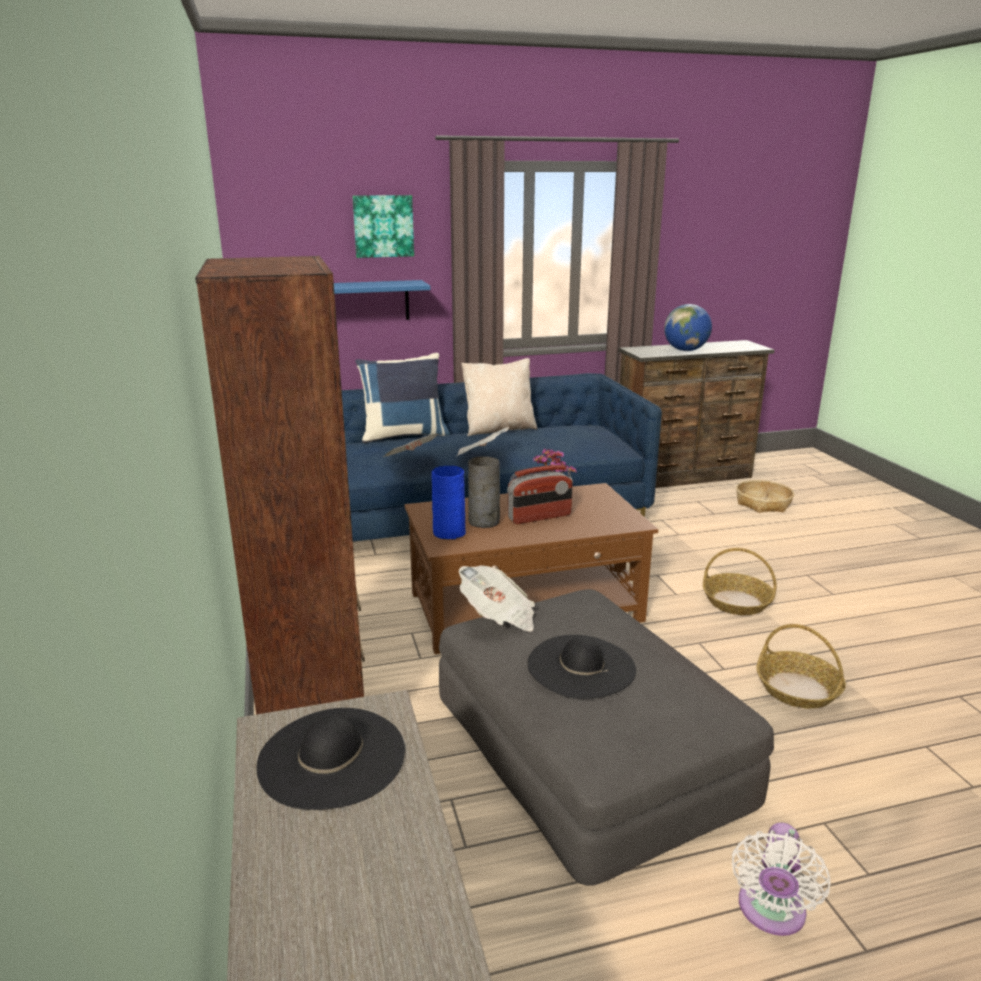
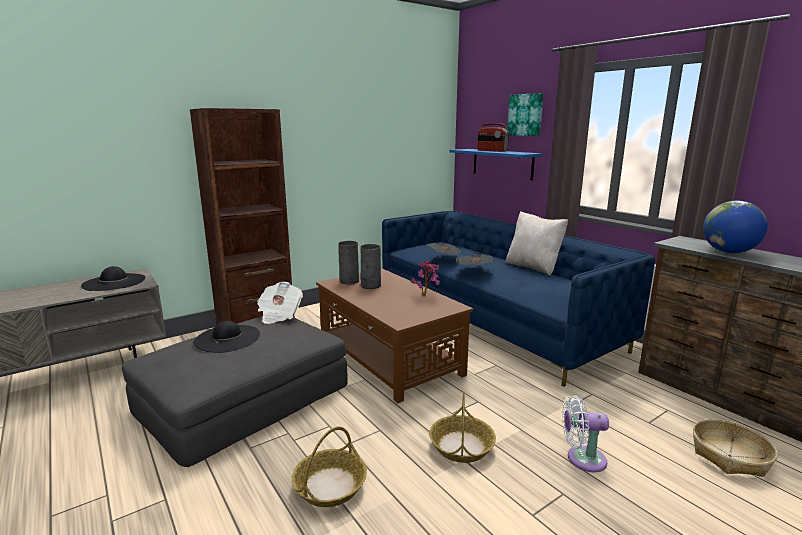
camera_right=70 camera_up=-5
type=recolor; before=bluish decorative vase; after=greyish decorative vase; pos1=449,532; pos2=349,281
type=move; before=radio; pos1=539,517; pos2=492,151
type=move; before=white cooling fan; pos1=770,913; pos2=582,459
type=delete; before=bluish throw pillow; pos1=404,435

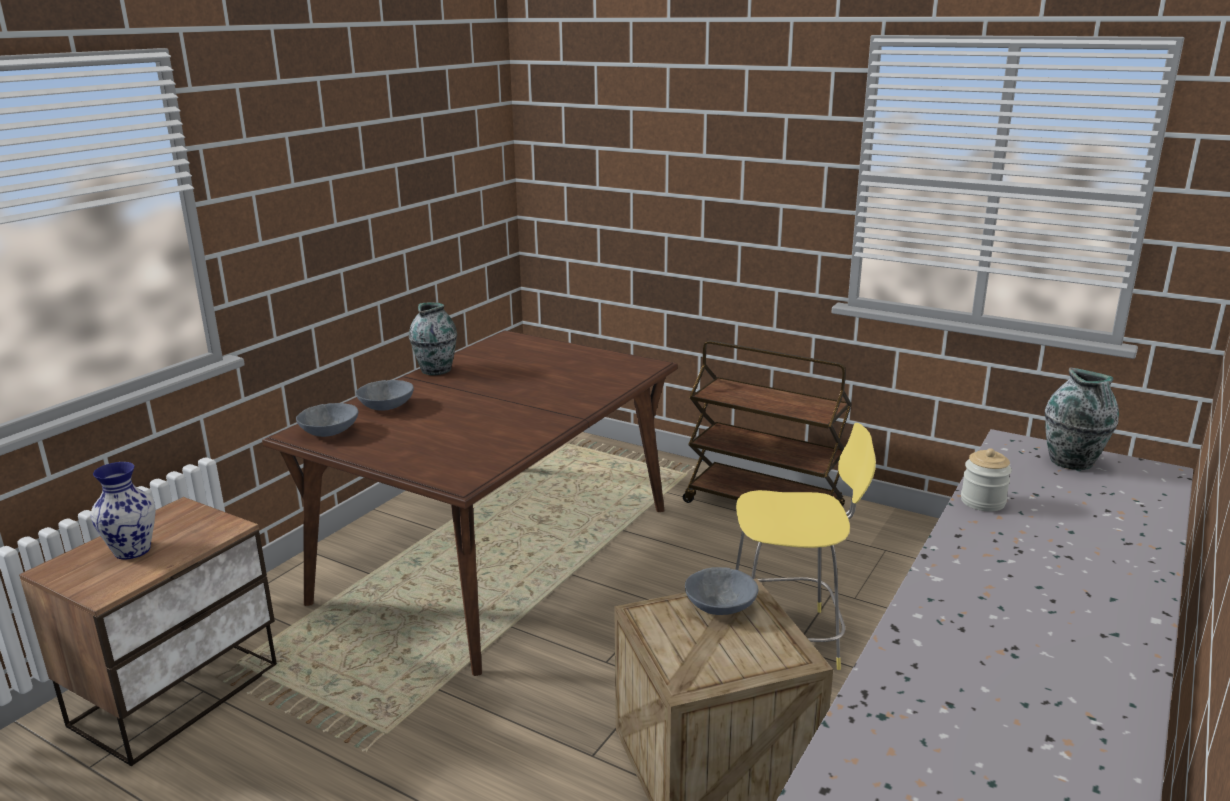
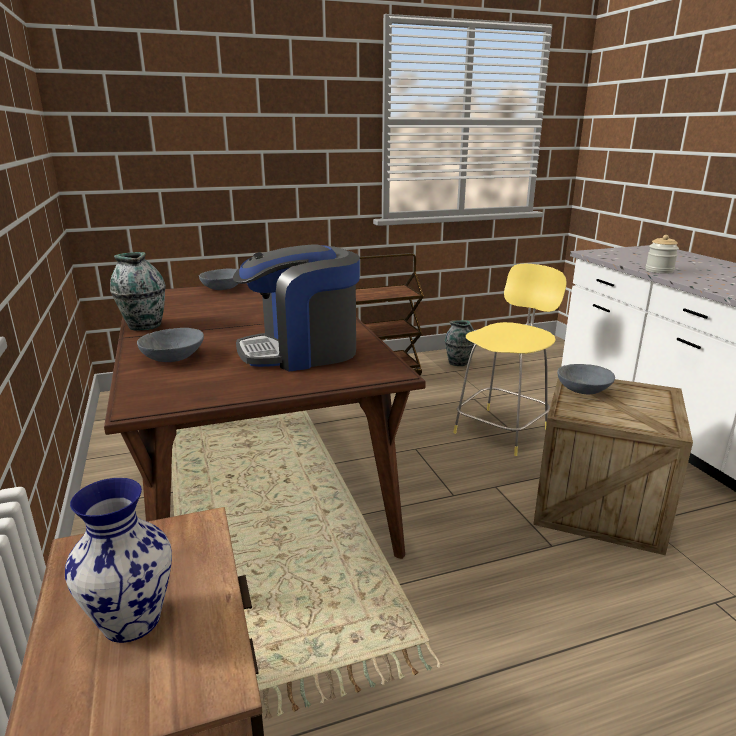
camera_right=-50 camera_up=0
type=move; before=greyish serving bowl; pos1=329,432; pos2=223,288
type=insert; after=coffee brewer; pos2=301,352
type=move; before=decorative vase; pos1=1072,462; pos2=459,363

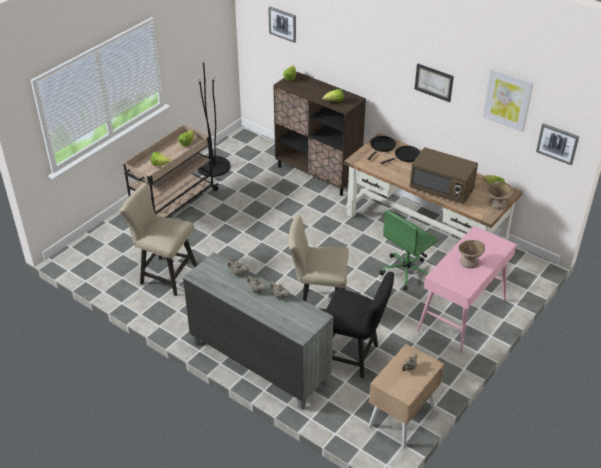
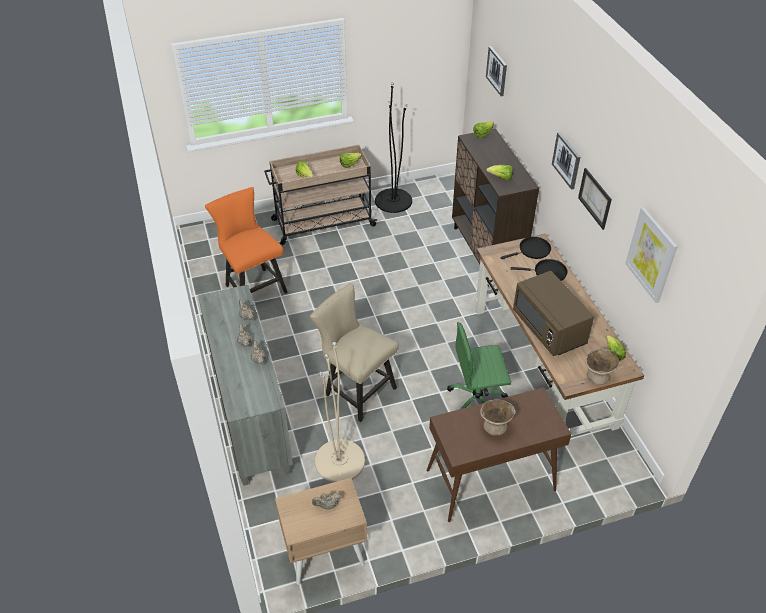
camera_right=35 camera_up=5
type=recolor; before=beige-coloured chair; after=orange chair; pos1=164,274; pos2=253,287
type=replace; before=blackish chair; after=beige-coloured standing lamp; pos1=353,356; pos2=339,461
type=recolor; before=pink-coloured hall table; after=brown-coloured hall table; pos1=461,316; pos2=490,481
type=move; before=wall art; pos1=557,143; pos2=567,160

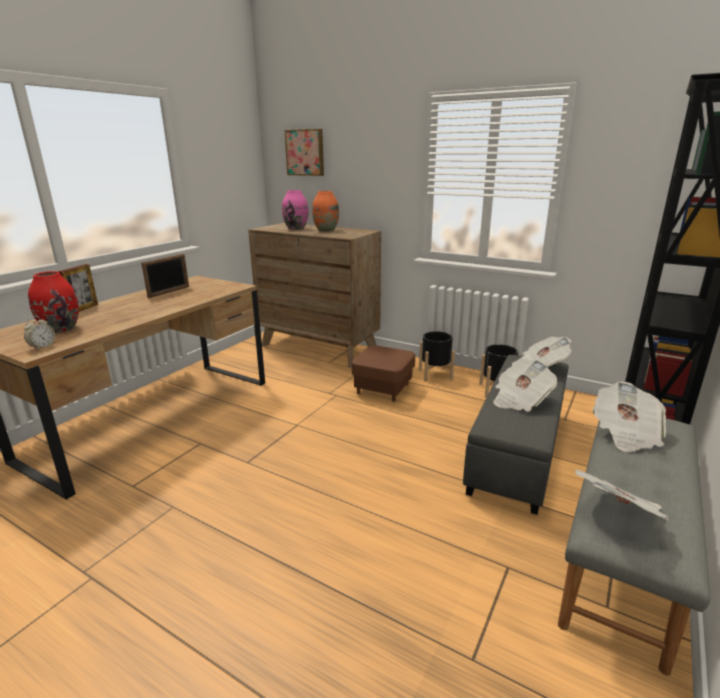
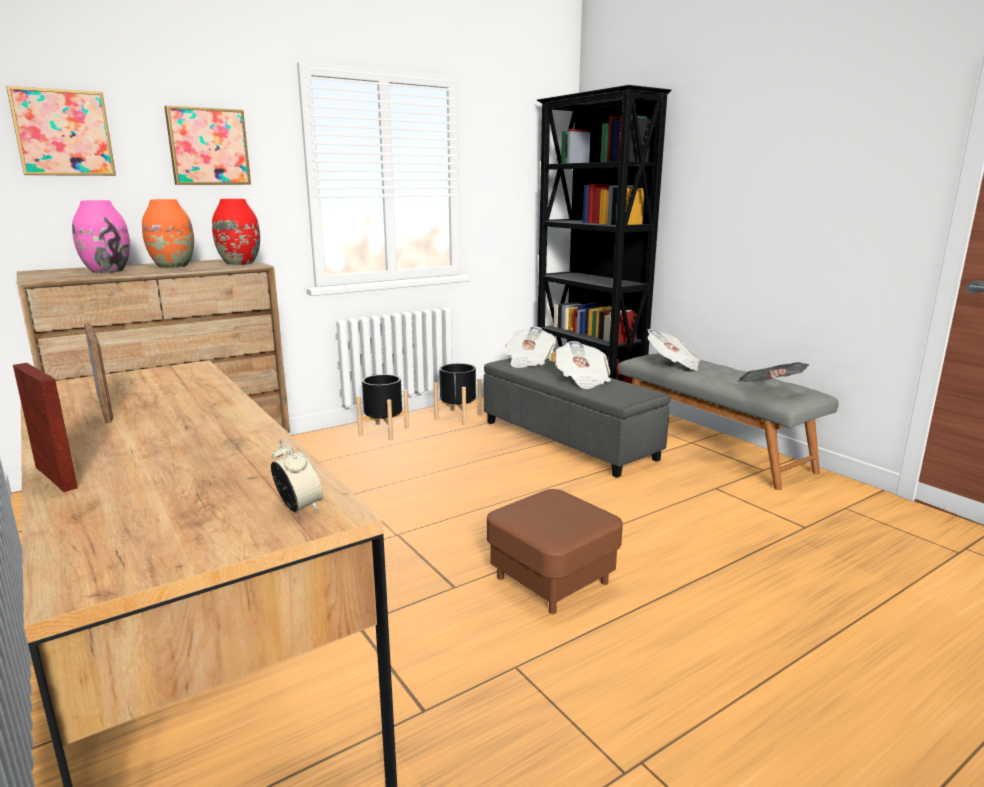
camera_right=-65 camera_up=-5
type=insert; after=wall art; pos2=208,147
type=move; before=red decorative vase; pos1=61,329; pos2=239,263
type=move; before=brown-coloured ottoman; pos1=383,388; pos2=552,579

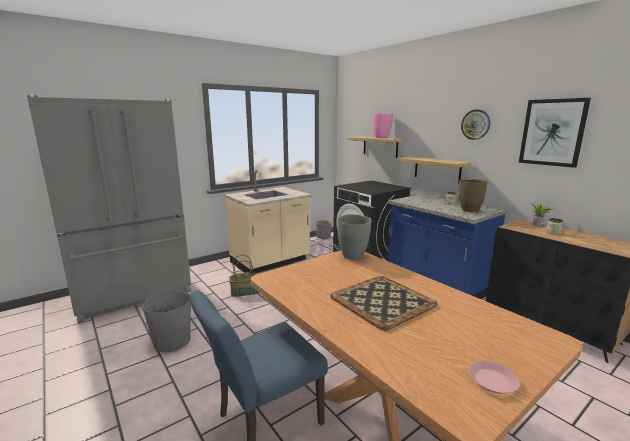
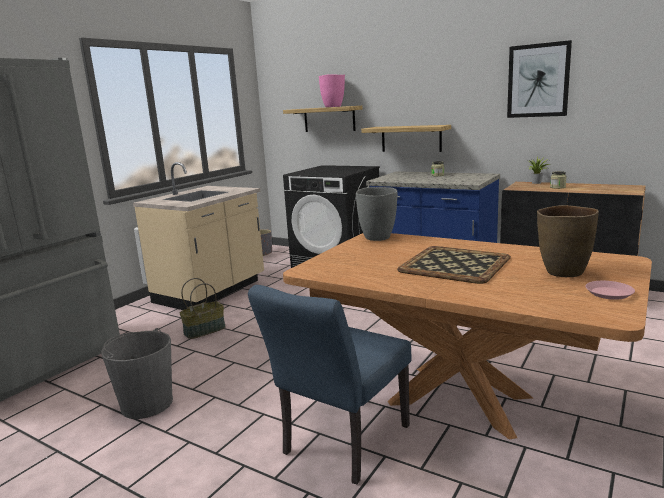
camera_right=-20 camera_up=0
type=move; before=brown-coloured decorative vase; pos1=469,210; pos2=563,272
type=delete; before=wall clock; pos1=475,124

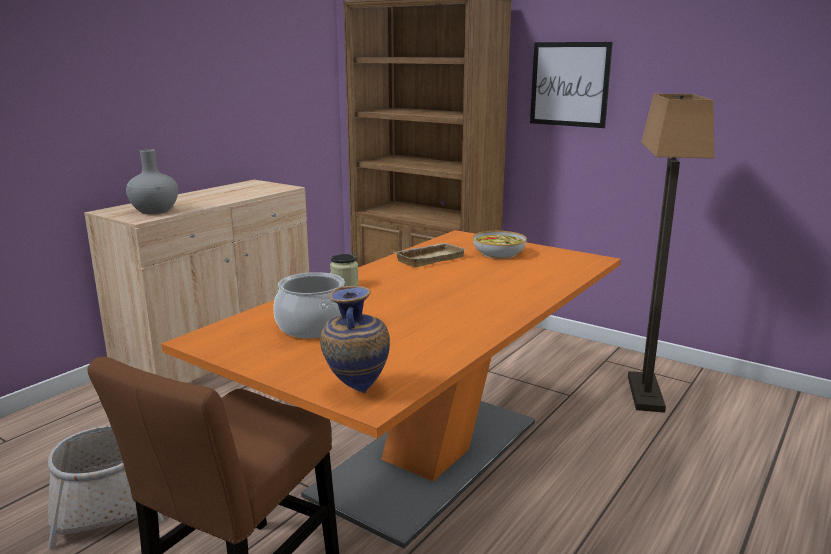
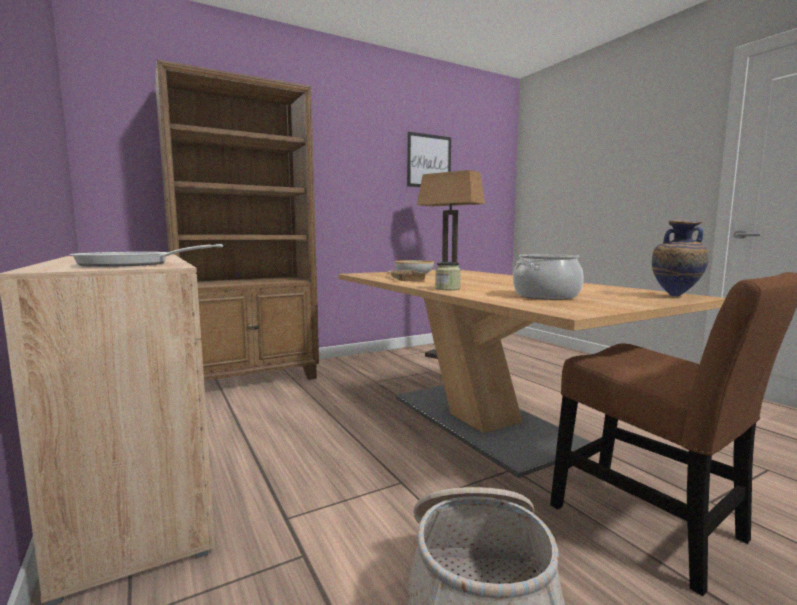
camera_right=-65 camera_up=-10
type=replace; before=greyish decorative vase; after=frying pan; pos1=154,211; pos2=131,264
type=recolor; before=orange kitchen table; after=beige-coloured kitchen table; pos1=428,458; pos2=482,421
type=move; before=wall art; pos1=569,84; pos2=429,161

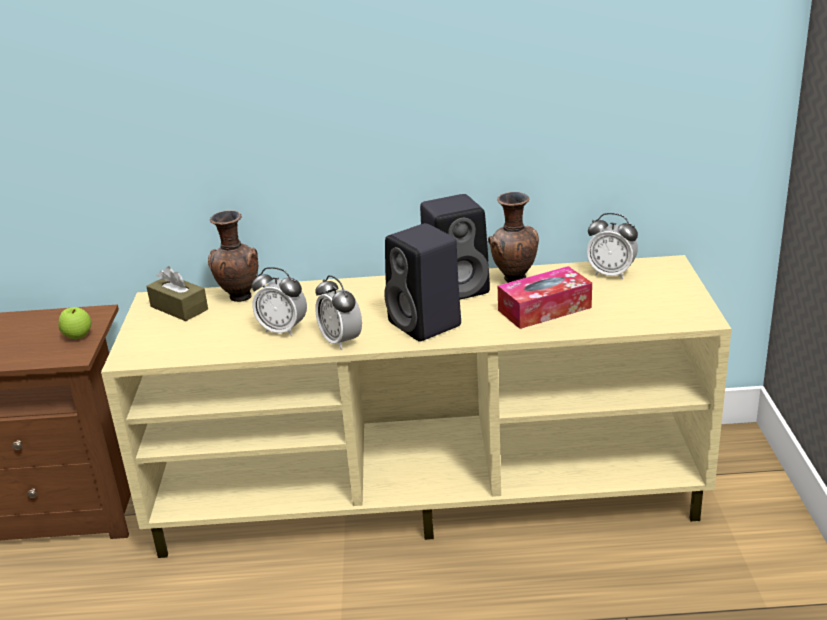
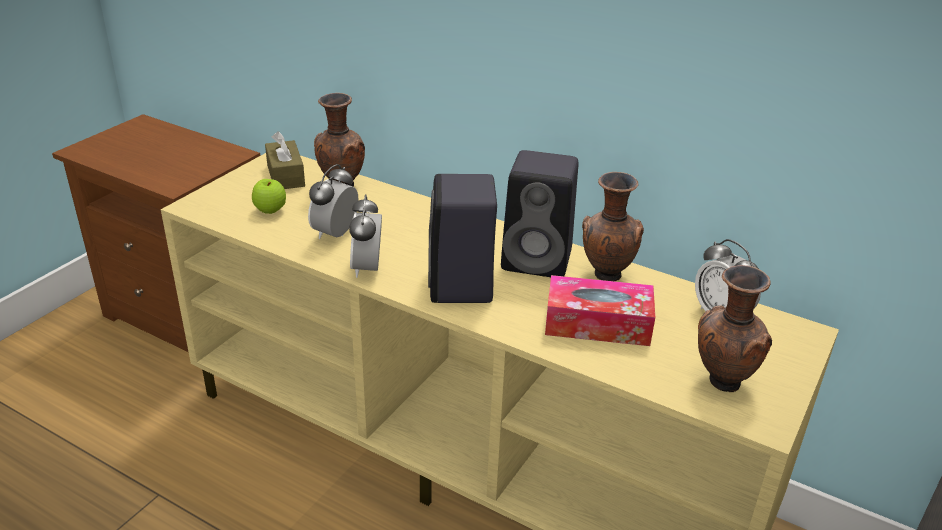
camera_right=30 camera_up=5
type=move; before=apple fruit; pos1=78,336; pos2=270,210
type=rotate; before=bedside clock; pos1=283,330; pos2=335,234; turn=60
type=insert; after=brown-coloured decorative vase; pos2=721,382

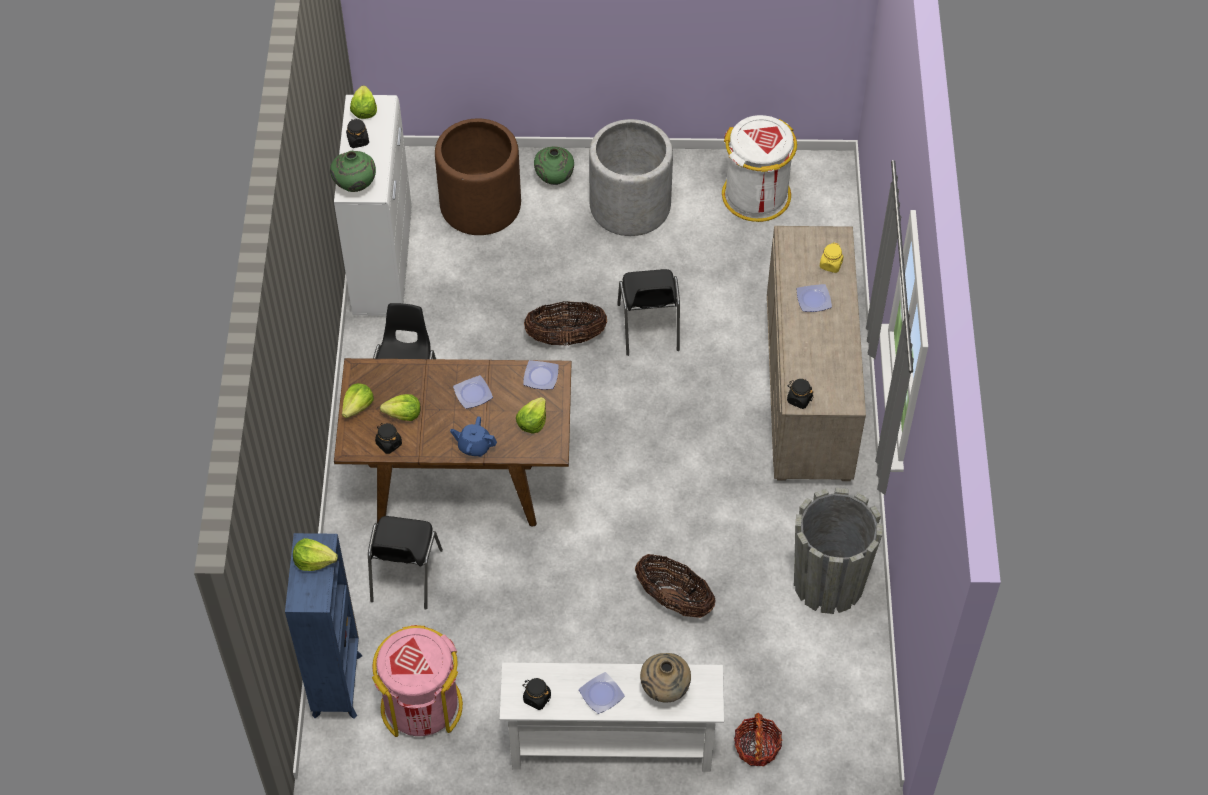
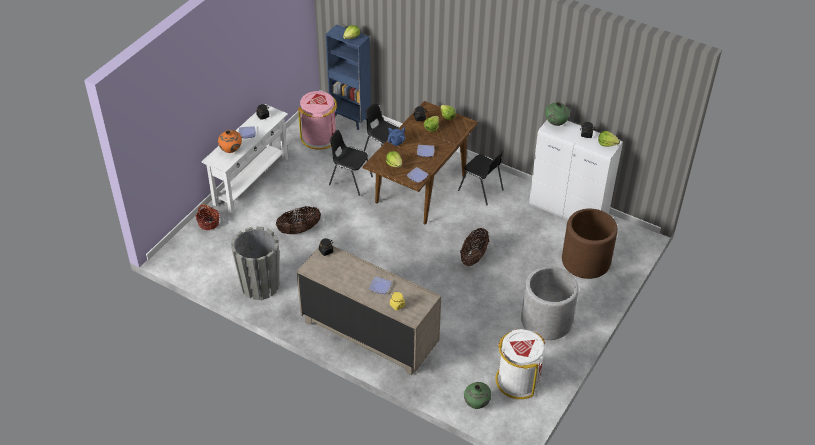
camera_right=120 camera_up=-10
type=recolor; before=beige-coloured decorative vase; after=orange decorative vase; pos1=665,689; pos2=231,151
type=move; before=blackish chair; pos1=648,328; pos2=350,181
type=move; before=green-coloured decorative vase; pos1=554,179; pos2=476,404

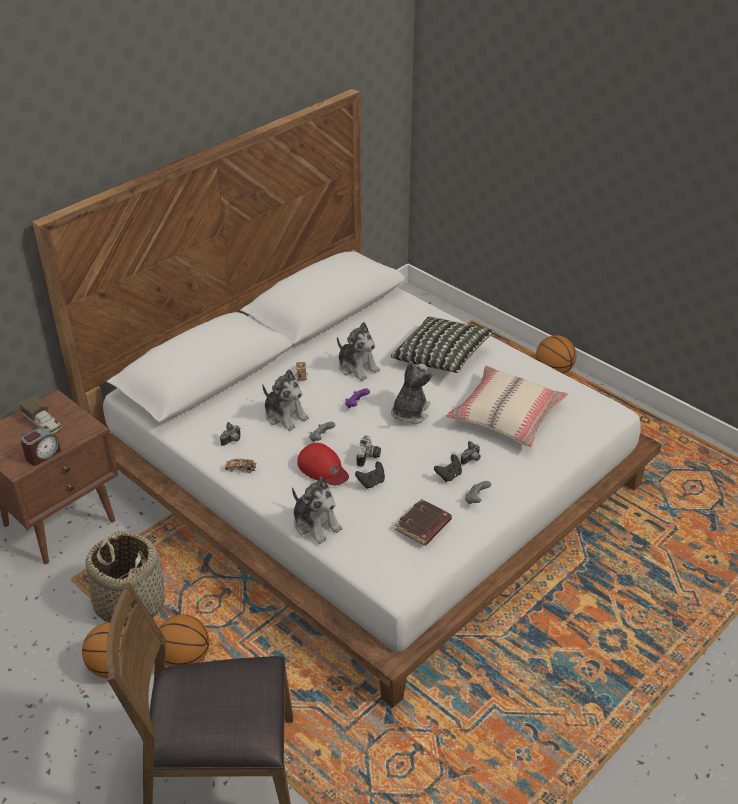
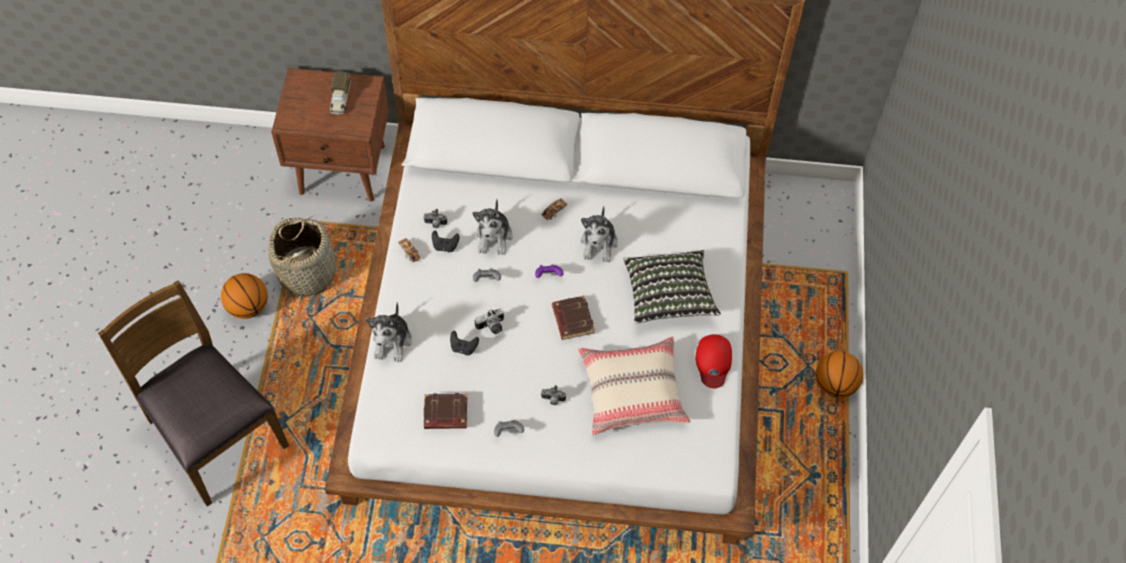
camera_right=50 camera_up=20
type=move; before=blackish game controller; pos1=449,475; pos2=445,246
type=replace; before=plush toy; after=brown-coloured volume; pos1=410,413; pos2=572,319
type=move; before=red cap; pos1=323,468; pos2=713,362
type=delete; before=bedside clock; pos1=43,455
type=delete; before=basketball ball; pos1=184,658

